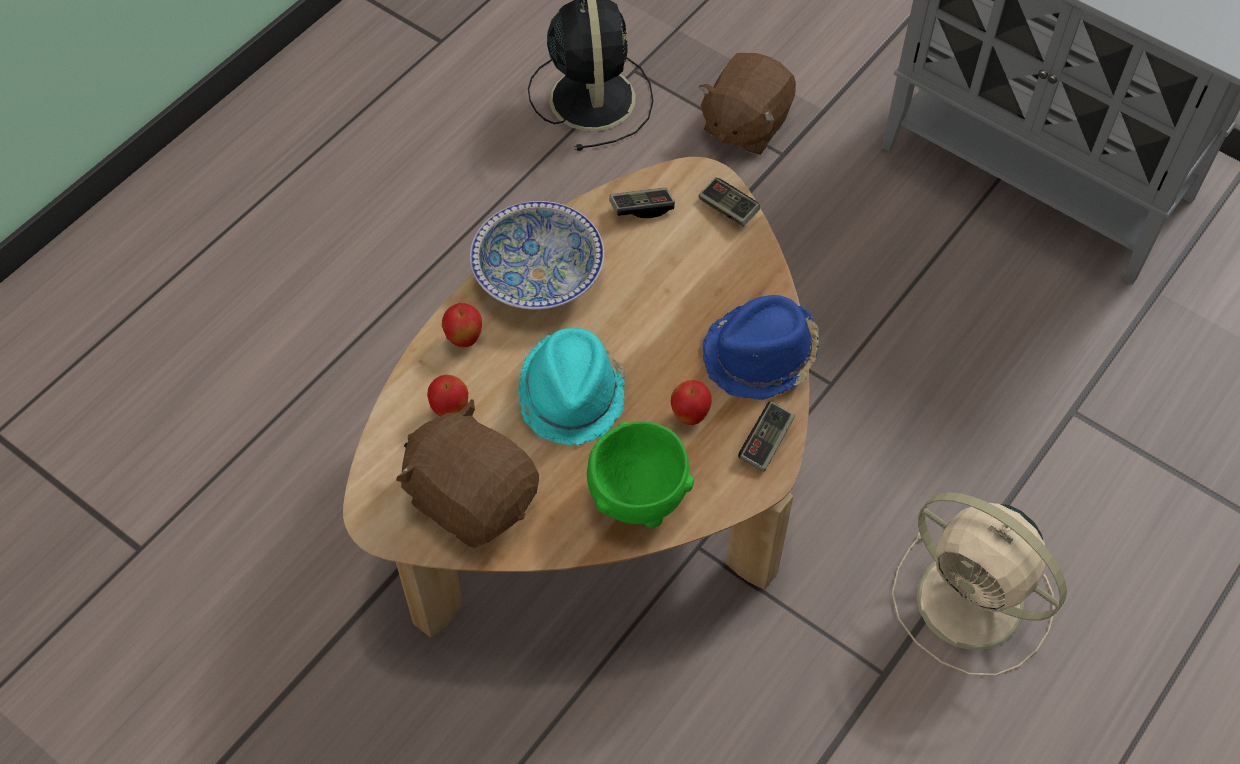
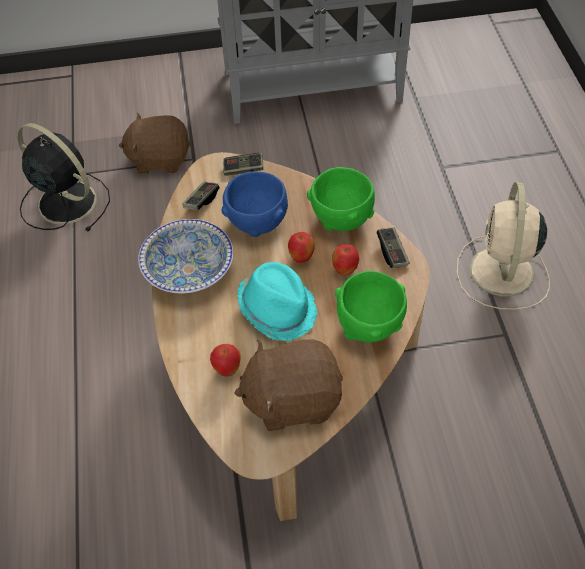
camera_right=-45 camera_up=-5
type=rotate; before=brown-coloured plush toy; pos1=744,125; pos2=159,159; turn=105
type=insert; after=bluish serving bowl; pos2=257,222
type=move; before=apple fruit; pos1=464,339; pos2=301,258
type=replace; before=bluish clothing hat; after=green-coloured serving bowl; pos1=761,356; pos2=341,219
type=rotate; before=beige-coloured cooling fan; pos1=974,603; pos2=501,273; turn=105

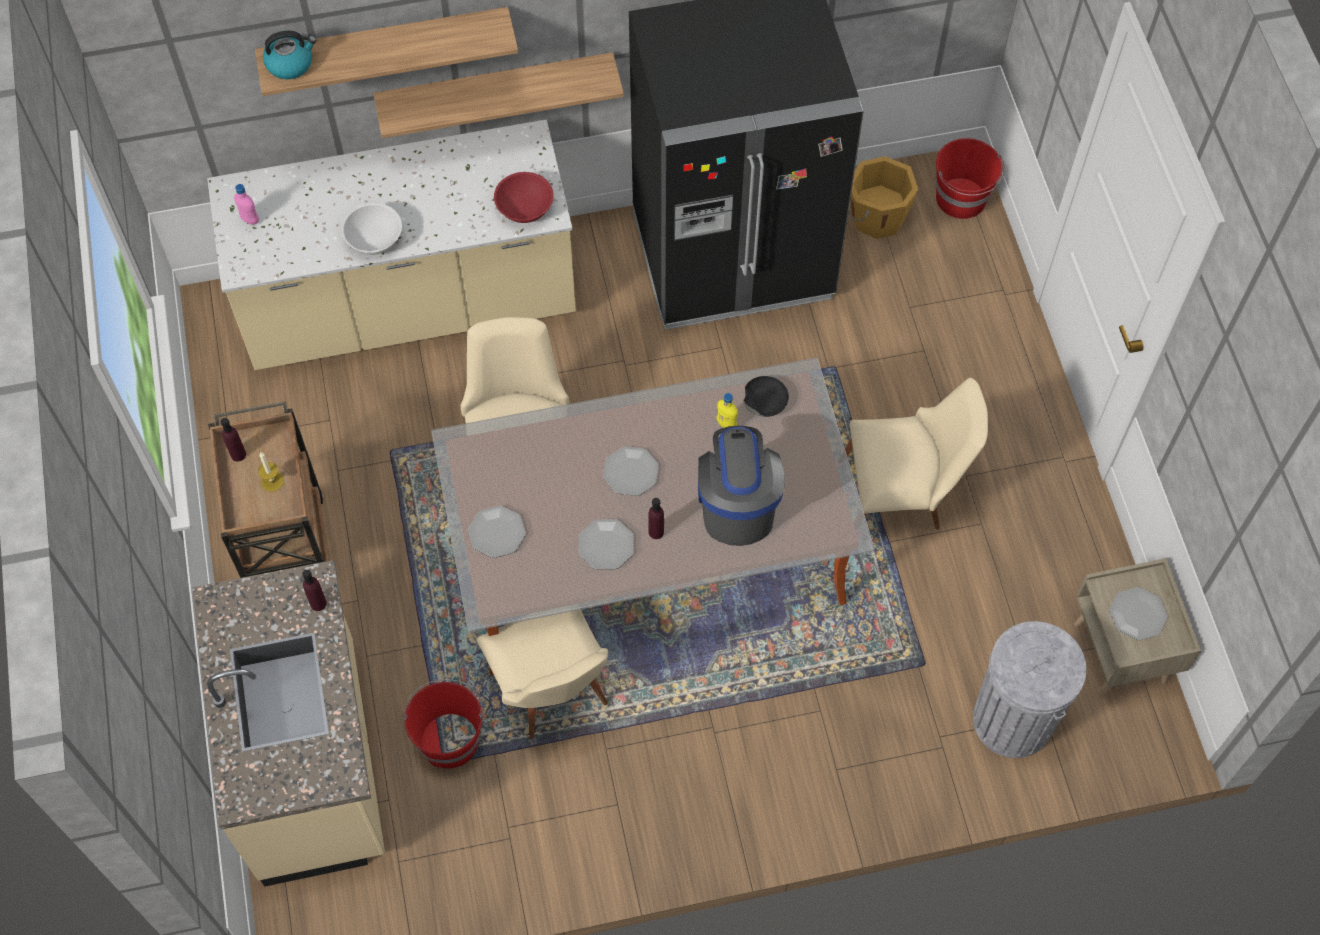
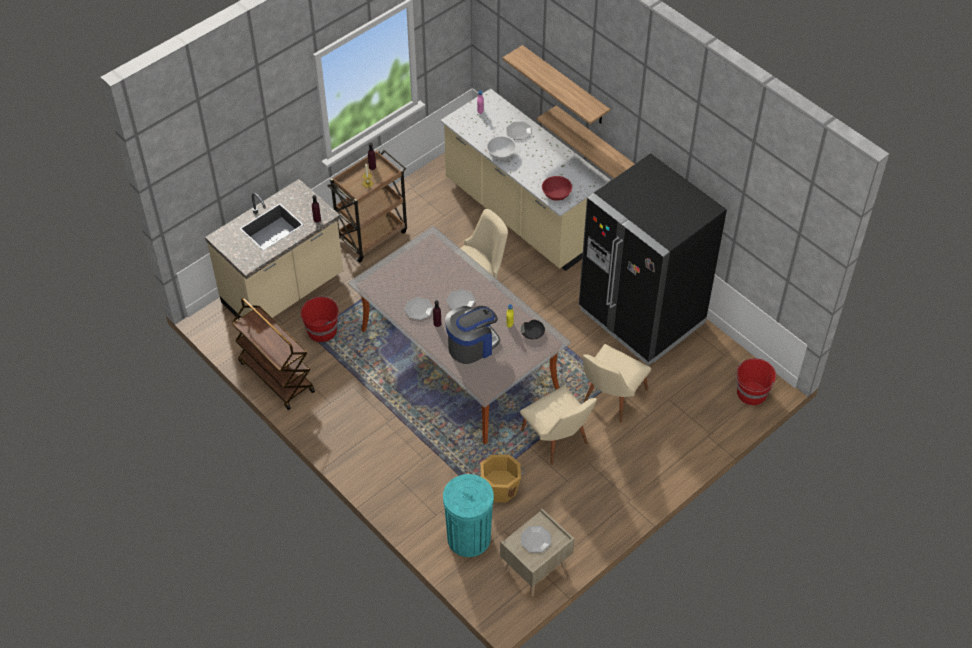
camera_right=60 camera_up=-10
type=insert; after=brown-coloured cart; pos2=276,376
type=recolor; before=greyish waste bin; after=turquoise-coloured waste bin; pos1=1012,720; pos2=469,537
type=move; before=orange pail; pos1=876,216; pos2=500,488
type=move; before=dinner plate; pos1=497,532; pos2=519,131
type=move; before=beige-coloured chair; pos1=553,693; pos2=610,399
type=delete; before=kettle; pos1=290,63

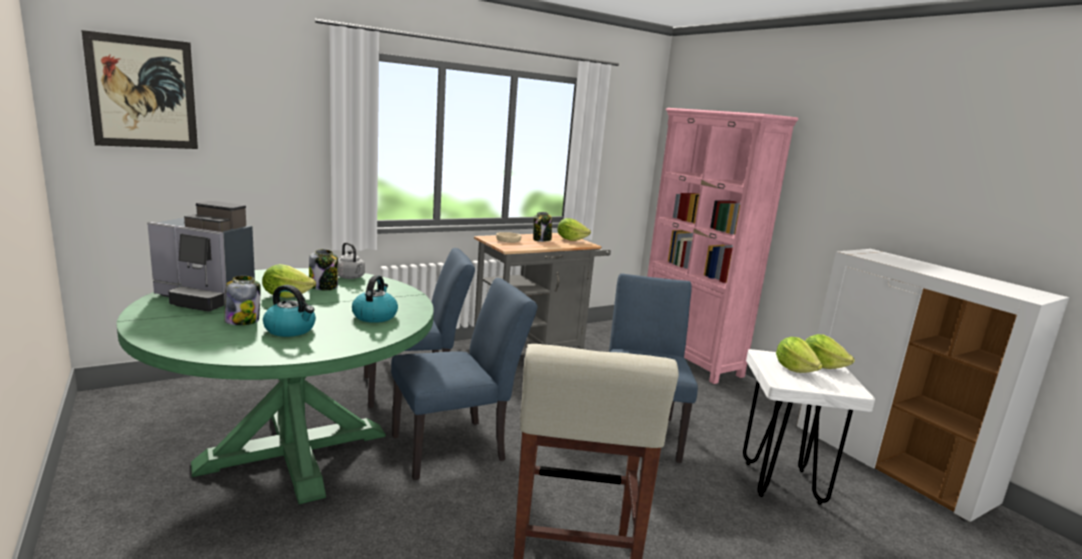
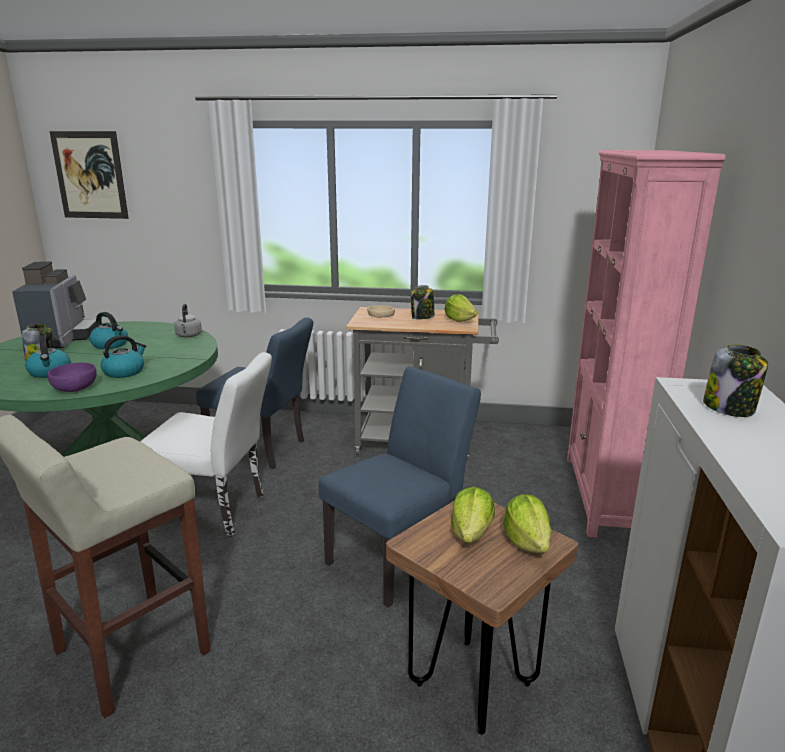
camera_right=40 camera_up=5
type=rotate; before=coffee brewer; pos1=205,298; pos2=62,339; turn=-150
type=insert; after=purple serving bowl; pos2=75,388
type=replace; before=lettuce; after=kettle; pos1=286,295; pos2=111,345
type=recolor; before=bluish chair; after=white chair; pos1=457,447; pos2=216,511
type=recolor; before=white sitting stool; after=brown-coloured sitting stool; pos1=781,483; pos2=472,684
type=move; before=preserve jar; pos1=324,287; pos2=729,408

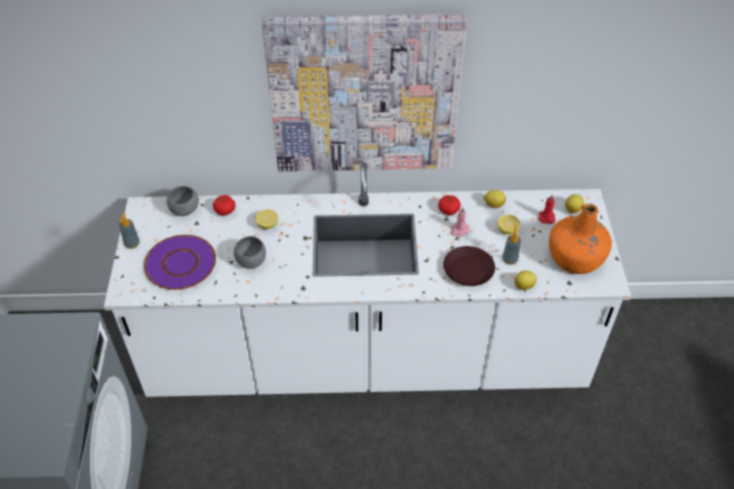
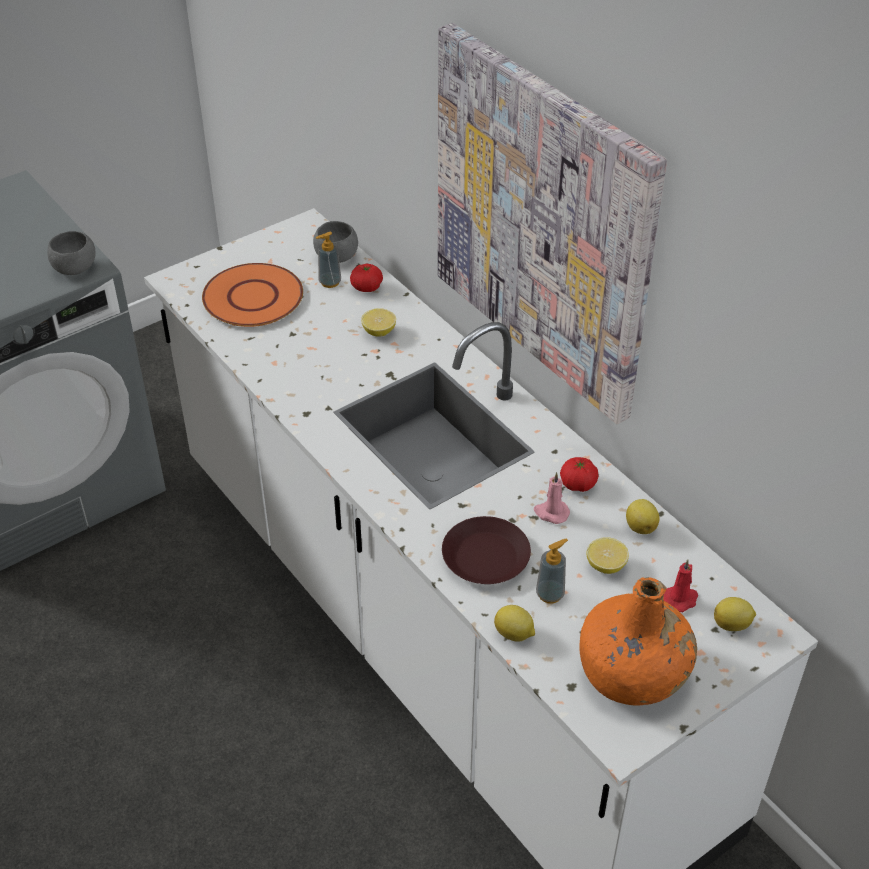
camera_right=55 camera_up=-5
type=move; before=greyish serving bowl; pos1=251,261; pos2=74,268
type=recolor; before=purple dinner plate; after=orange dinner plate; pos1=181,263; pos2=253,298
type=move; before=soap bottle; pos1=132,244; pos2=330,282

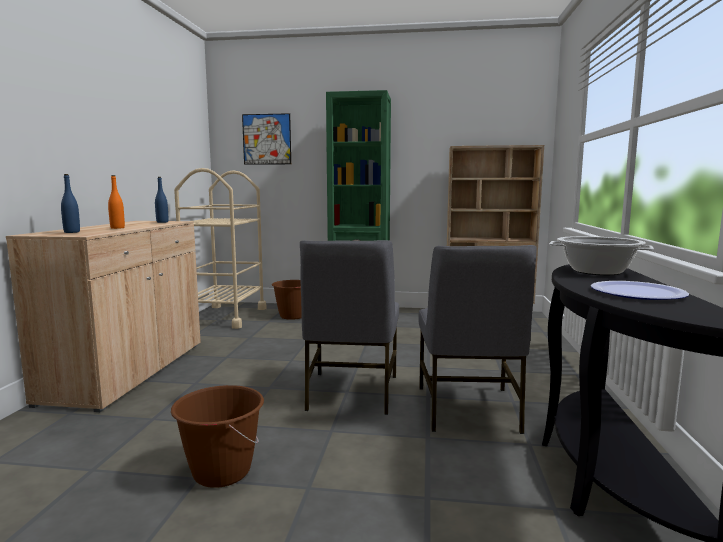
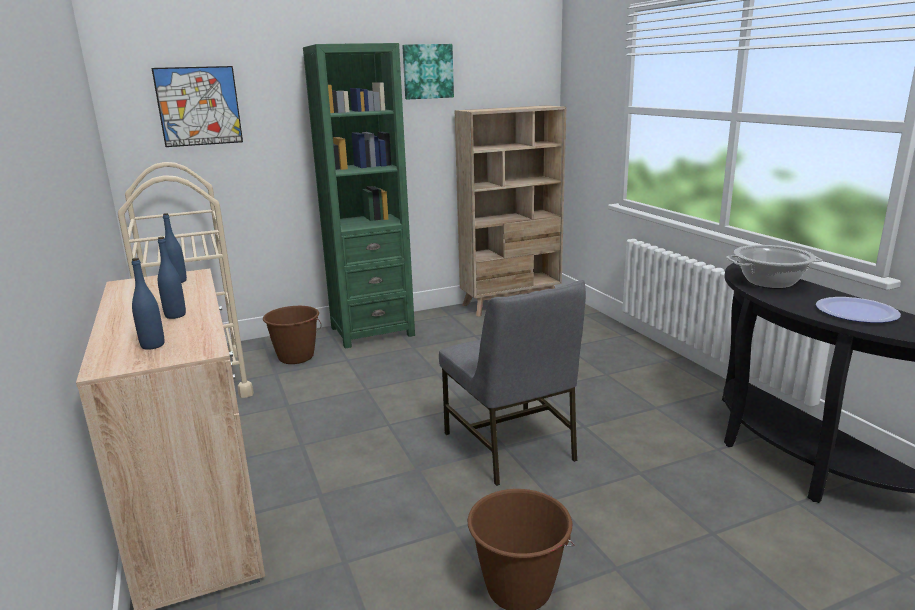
camera_right=-30 camera_up=10
type=recolor; before=orange drink bottle; after=bluish drink bottle; pos1=117,228; pos2=175,315
type=insert; after=wall art; pos2=427,71
type=delete; before=greyish chair; pos1=468,409

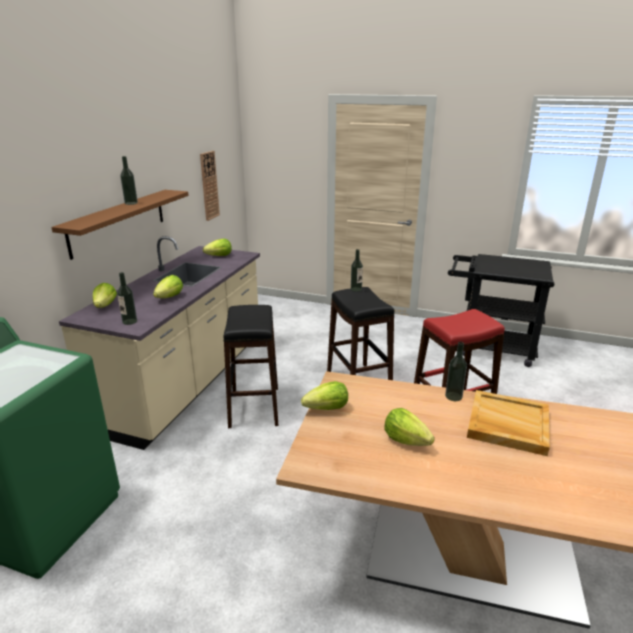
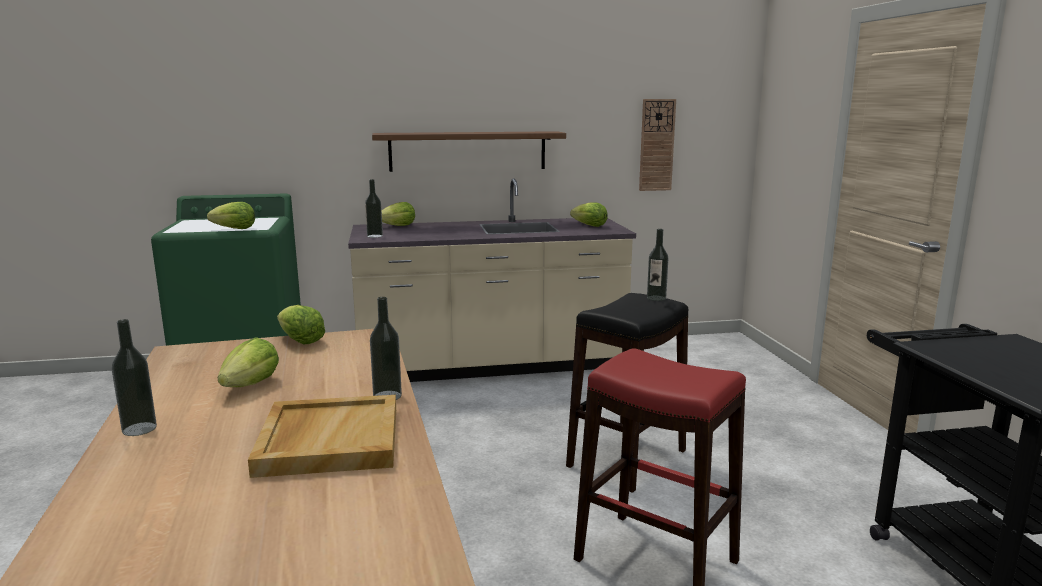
camera_right=60 camera_up=-10
type=move; before=drink bottle; pos1=131,203; pos2=139,429
type=move; before=lettuce; pos1=170,297; pos2=235,229
type=delete; before=blackish sitting stool; pos1=254,406

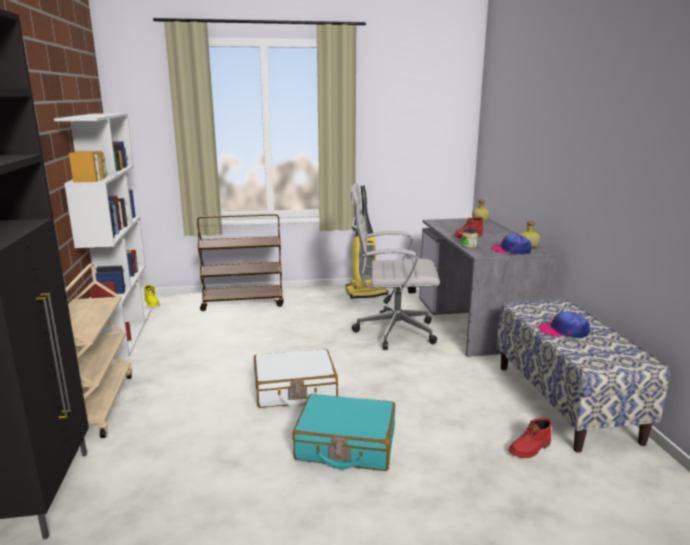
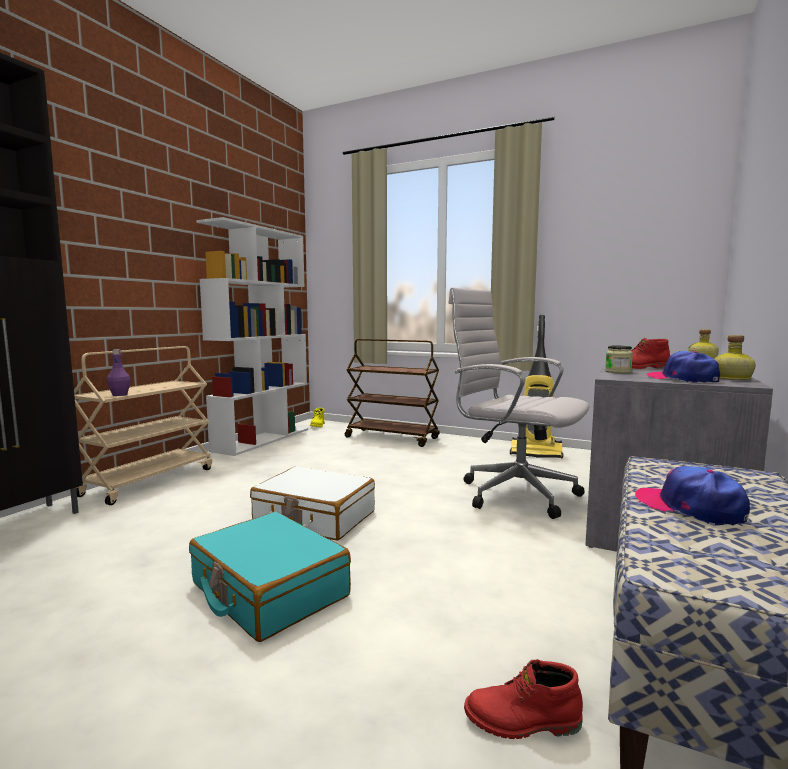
camera_right=35 camera_up=-10
type=insert; after=purple drink bottle; pos2=120,395

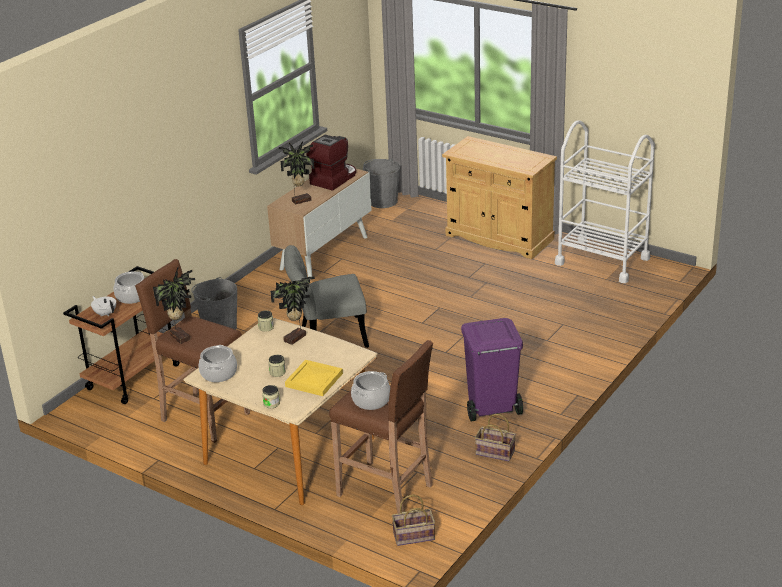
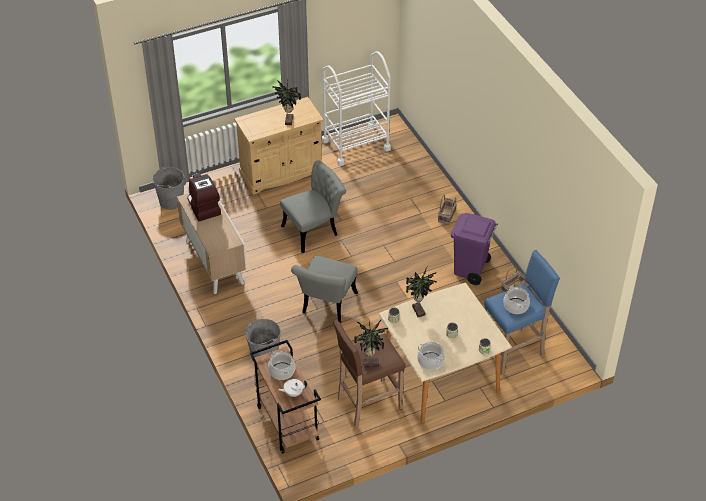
camera_right=-60 camera_up=15
type=move; before=potted plant; pos1=300,200; pos2=288,121
type=insert; after=greyish chair; pos2=314,230
type=move; before=basket; pos1=413,537; pos2=447,216
type=recolor; before=brown-coloured sitting stool; after=bluish sitting stool; pos1=386,491; pos2=513,350
type=delete; before=yellowish serving tray; pos1=314,379

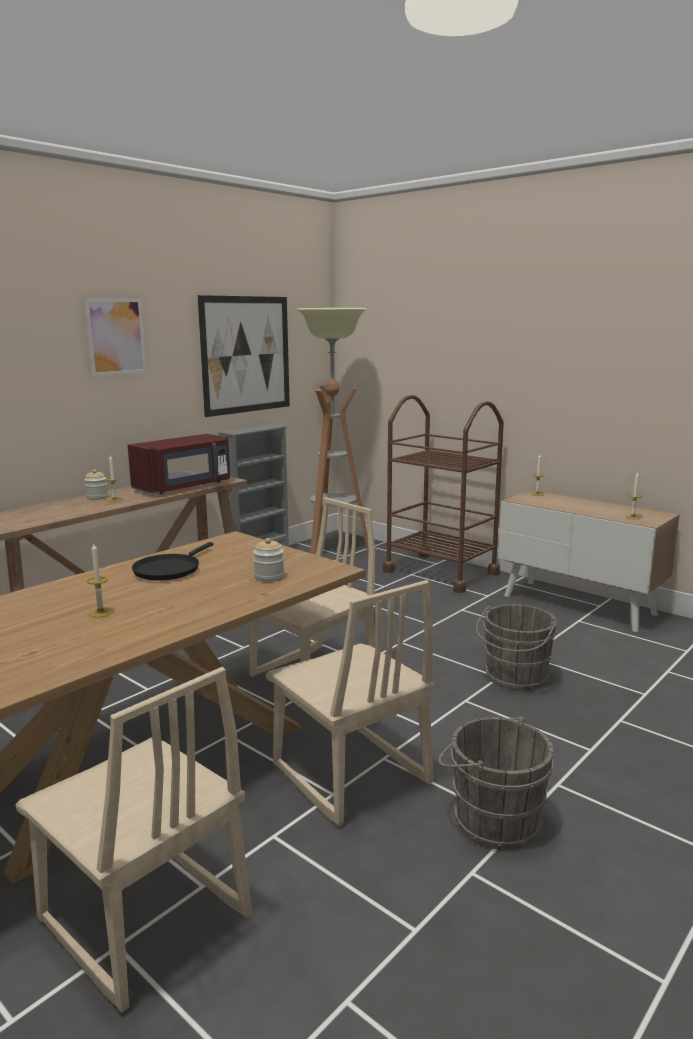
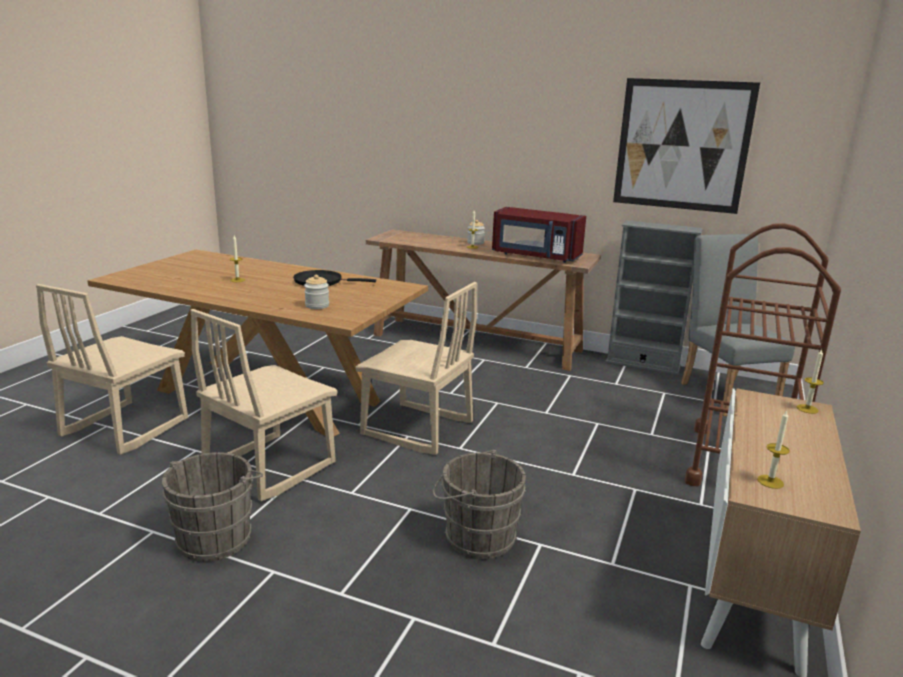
camera_right=70 camera_up=5
type=replace; before=standing lamp; after=greyish chair; pos1=334,550; pos2=724,393
type=delete; before=wall art; pos1=116,336

